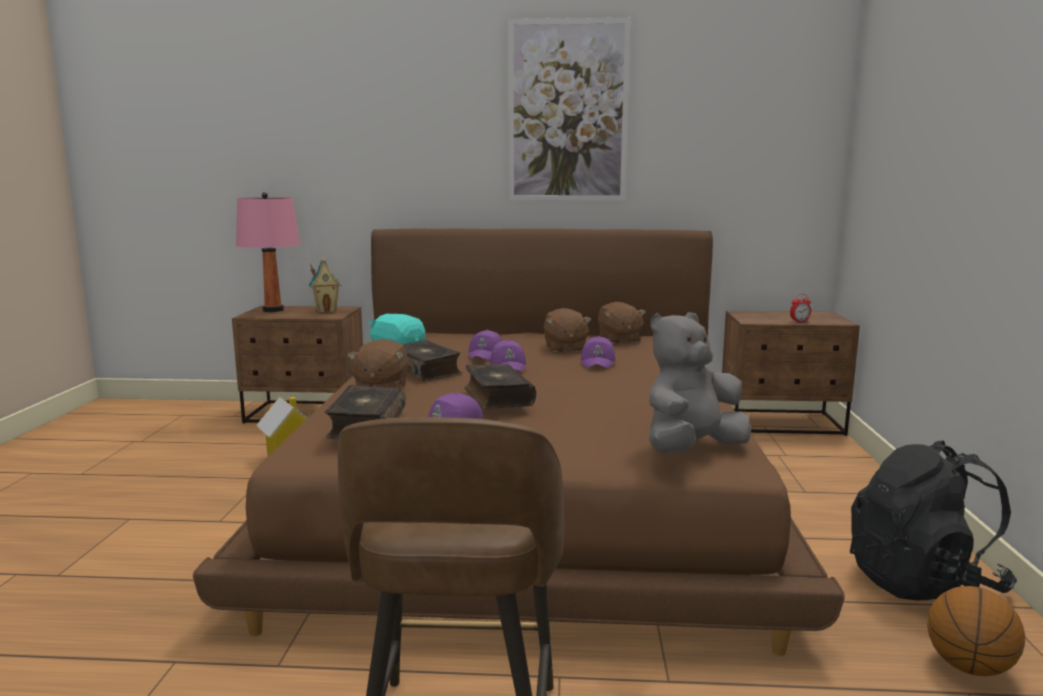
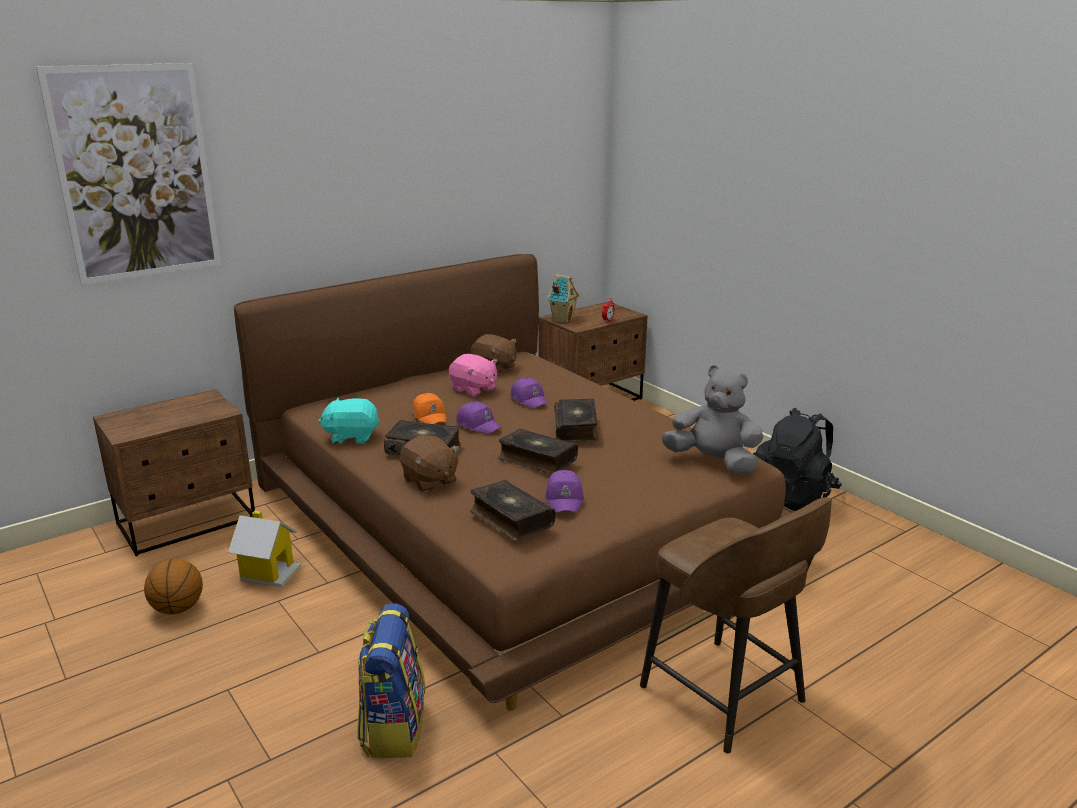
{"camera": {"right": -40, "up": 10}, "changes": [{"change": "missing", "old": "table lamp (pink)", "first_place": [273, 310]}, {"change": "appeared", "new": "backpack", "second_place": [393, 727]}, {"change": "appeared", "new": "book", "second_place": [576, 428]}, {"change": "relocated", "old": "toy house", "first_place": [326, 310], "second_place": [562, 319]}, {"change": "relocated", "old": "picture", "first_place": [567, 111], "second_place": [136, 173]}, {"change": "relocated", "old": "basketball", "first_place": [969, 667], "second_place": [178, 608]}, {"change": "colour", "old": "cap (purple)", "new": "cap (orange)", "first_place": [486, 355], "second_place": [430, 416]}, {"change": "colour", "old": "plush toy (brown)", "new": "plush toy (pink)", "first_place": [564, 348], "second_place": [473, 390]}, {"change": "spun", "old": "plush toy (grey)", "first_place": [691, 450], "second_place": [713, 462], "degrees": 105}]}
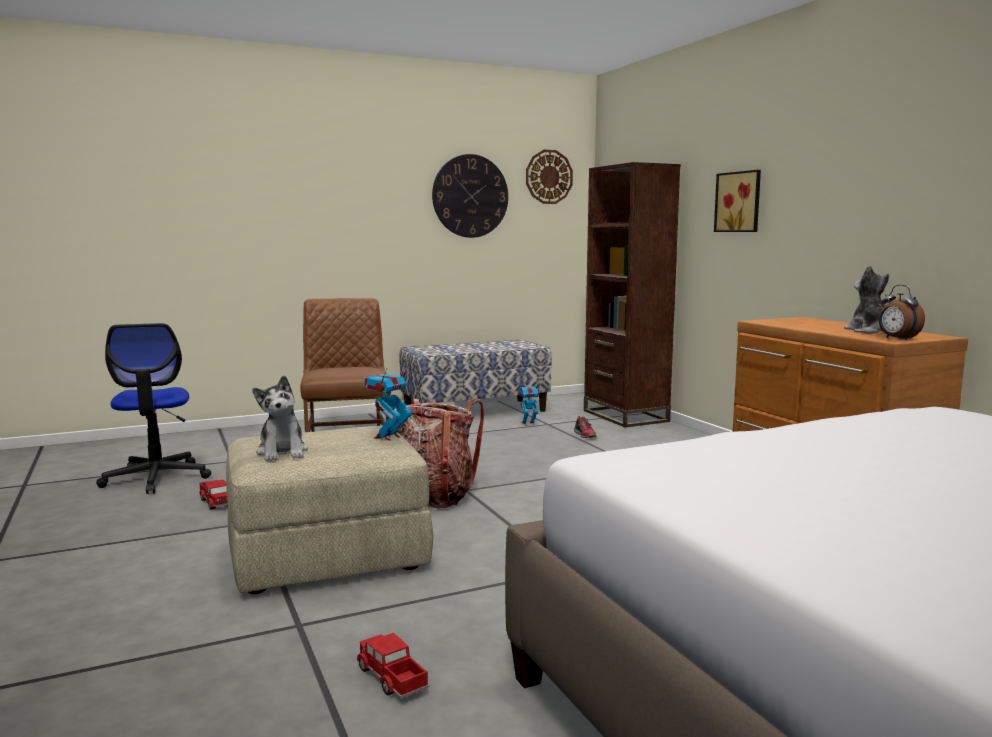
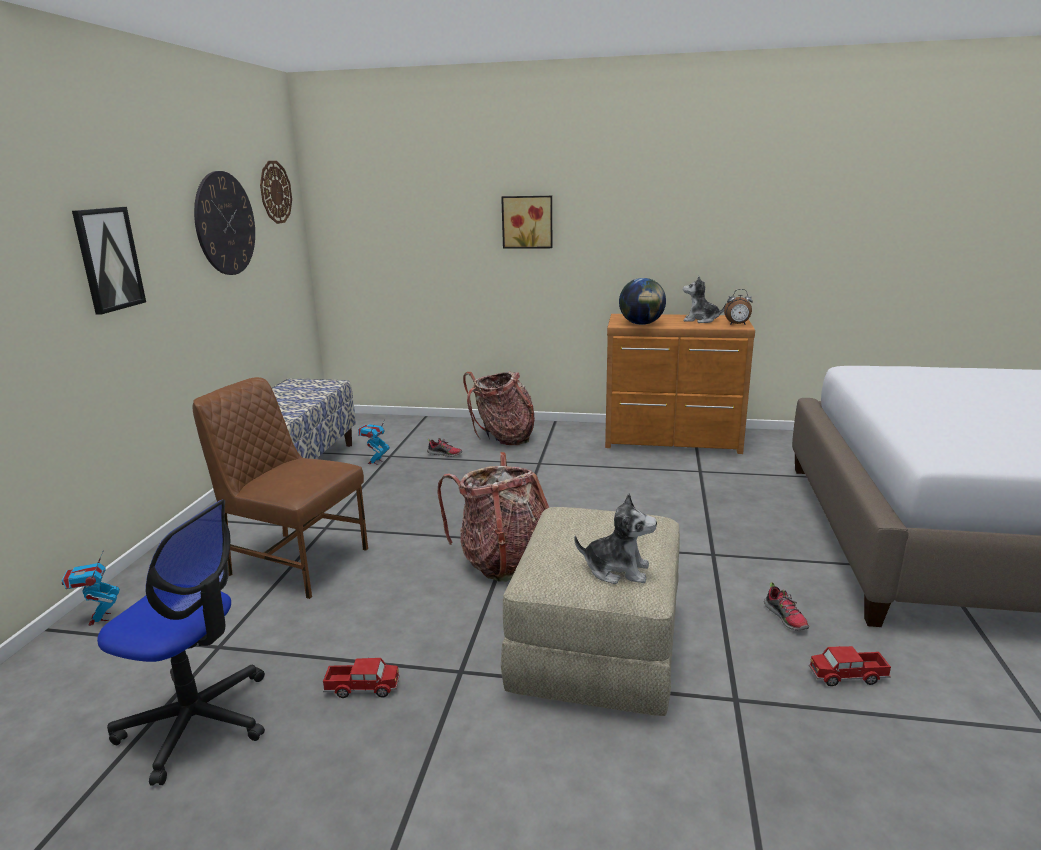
{"camera": {"right": -55, "up": 10}, "changes": [{"change": "missing", "old": "bookcase (brown)", "first_place": [625, 416]}, {"change": "appeared", "new": "picture", "second_place": [108, 259]}, {"change": "appeared", "new": "backpack", "second_place": [503, 438]}, {"change": "appeared", "new": "globe", "second_place": [641, 324]}, {"change": "appeared", "new": "shoe", "second_place": [786, 618]}, {"change": "relocated", "old": "toy robot", "first_place": [387, 437], "second_place": [99, 618]}]}
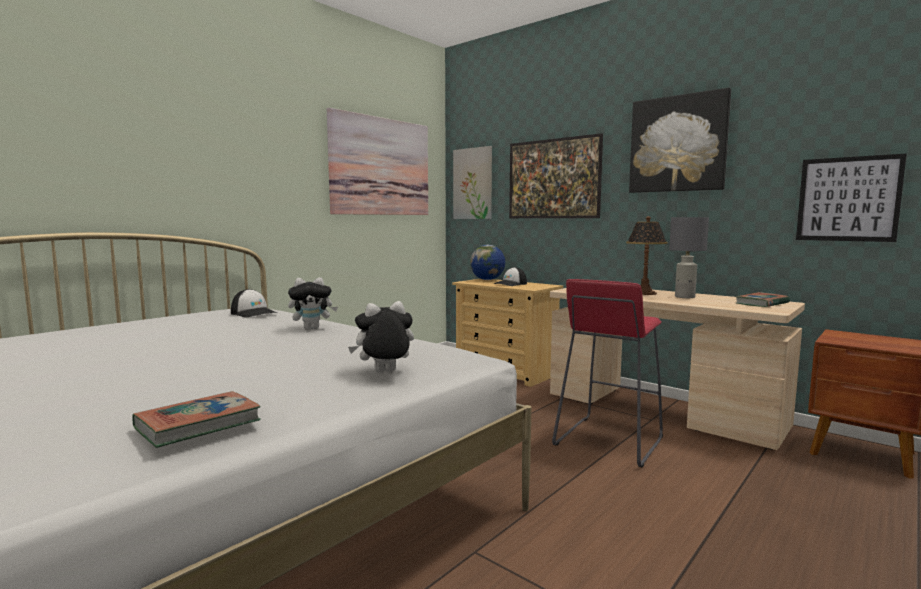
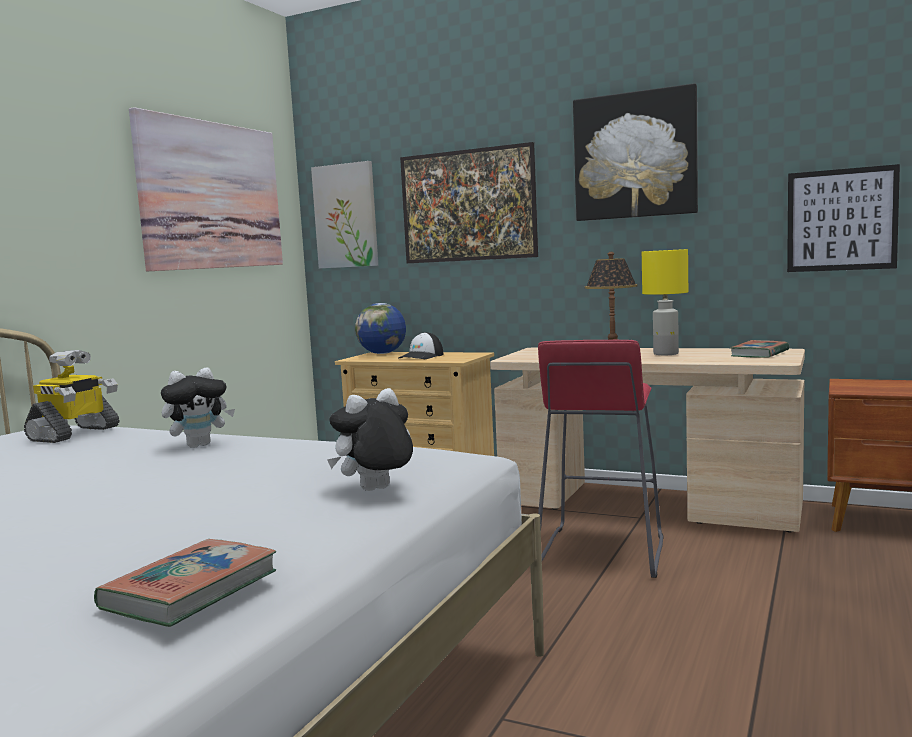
{"camera": {"right": -15, "up": 0}, "changes": [{"change": "exchanged", "old": "cap", "new": "toy robot", "first_place": [254, 313], "second_place": [75, 434]}, {"change": "colour", "old": "table lamp (grey)", "new": "table lamp (yellow)", "first_place": [685, 297], "second_place": [666, 354]}]}
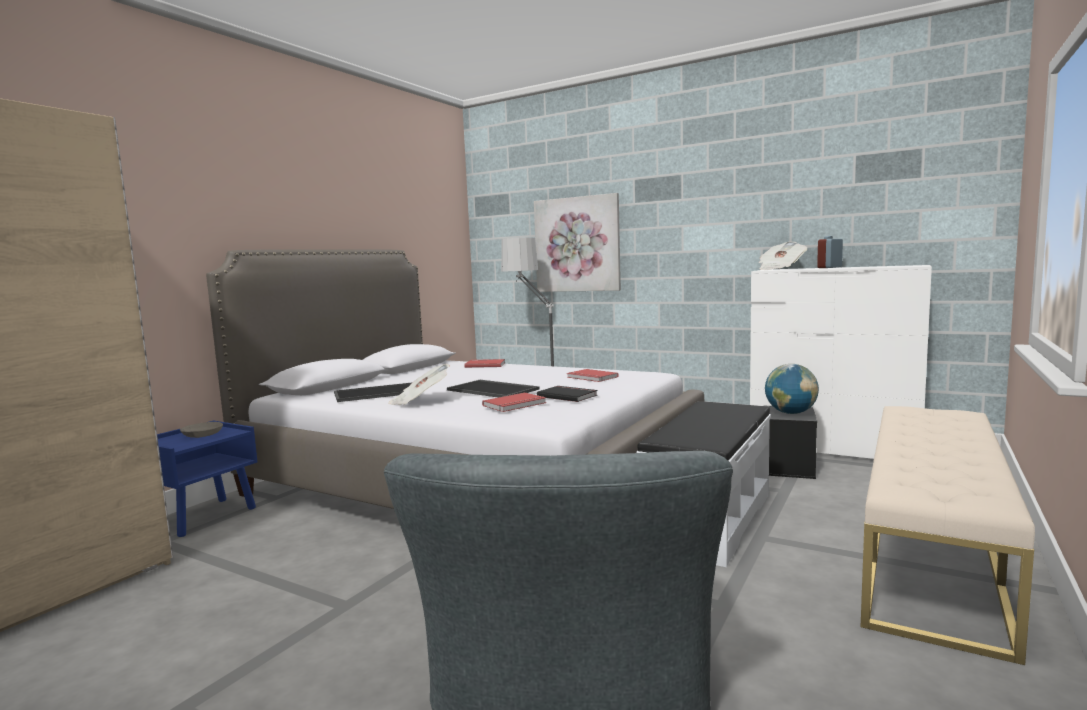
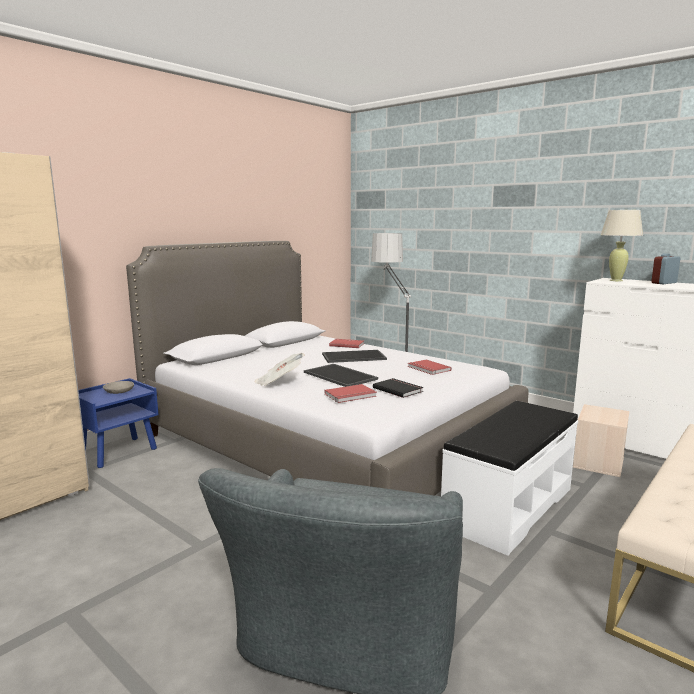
{"camera": {"right": 10, "up": 5}, "changes": [{"change": "missing", "old": "picture", "first_place": [577, 244]}, {"change": "missing", "old": "globe", "first_place": [790, 413]}, {"change": "relocated", "old": "tray", "first_place": [376, 393], "second_place": [353, 357]}, {"change": "exchanged", "old": "newspaper", "new": "table lamp (beige)", "first_place": [780, 269], "second_place": [616, 280]}, {"change": "colour", "old": "storage box (black)", "new": "storage box (beige)", "first_place": [787, 467], "second_place": [597, 461]}]}
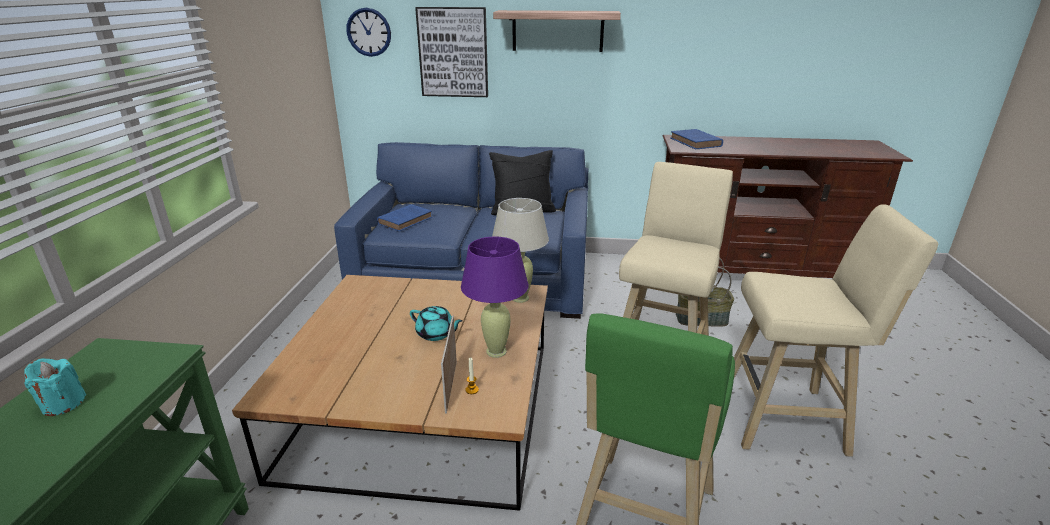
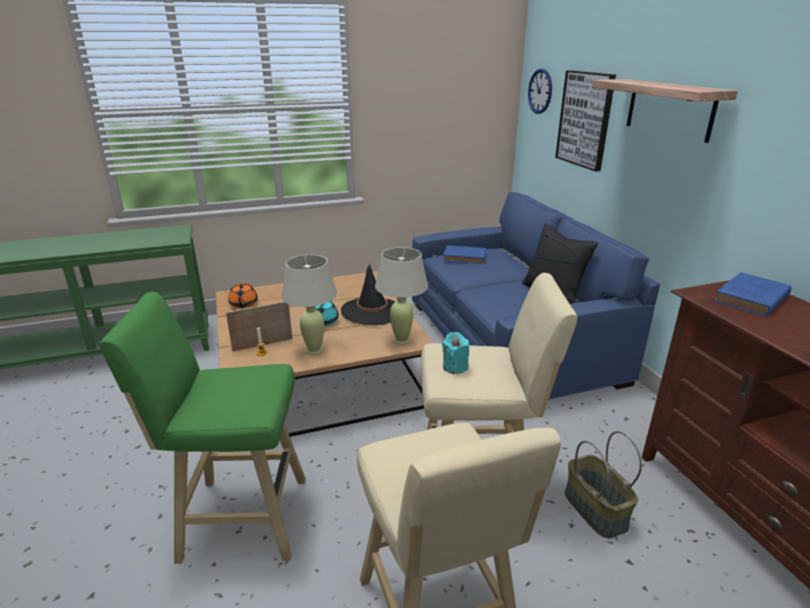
{"camera": {"right": 65, "up": 0}, "changes": [{"change": "appeared", "new": "teapot (orange)", "second_place": [243, 304]}, {"change": "appeared", "new": "hat (black)", "second_place": [372, 311]}, {"change": "relocated", "old": "candle (turquoise)", "first_place": [63, 404], "second_place": [455, 367]}, {"change": "colour", "old": "table lamp (purple)", "new": "table lamp (beige)", "first_place": [496, 351], "second_place": [314, 350]}]}
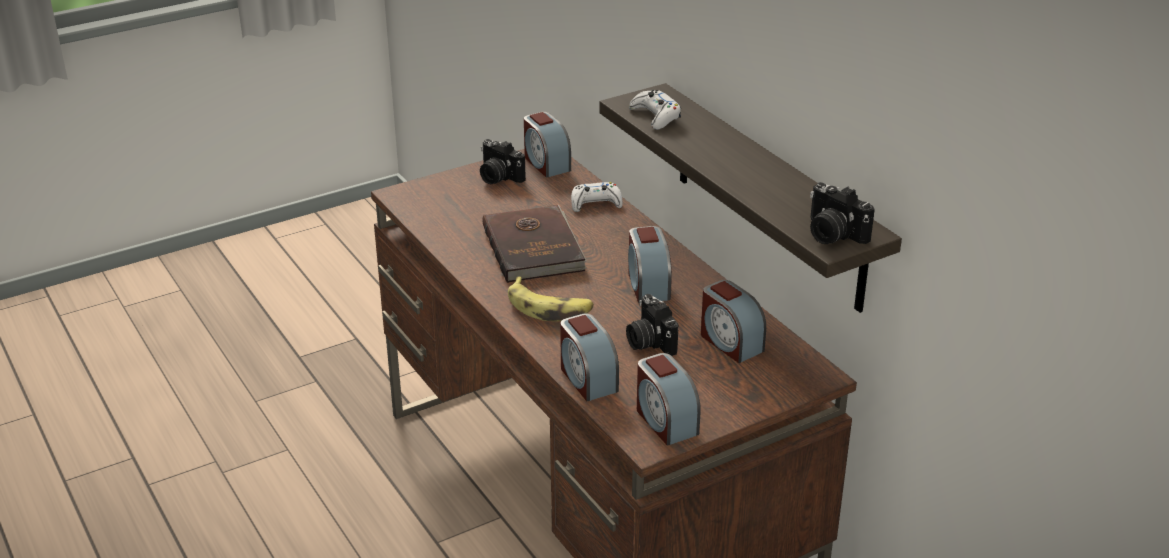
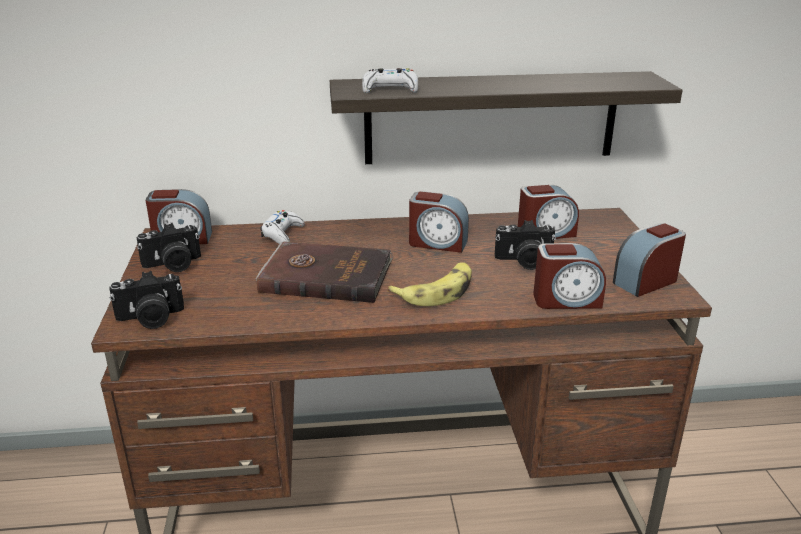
{"camera": {"right": -65, "up": -5}, "changes": [{"change": "relocated", "old": "photo camera", "first_place": [832, 234], "second_place": [150, 319]}, {"change": "spun", "old": "alarm clock", "first_place": [665, 421], "second_place": [645, 281], "degrees": 150}]}
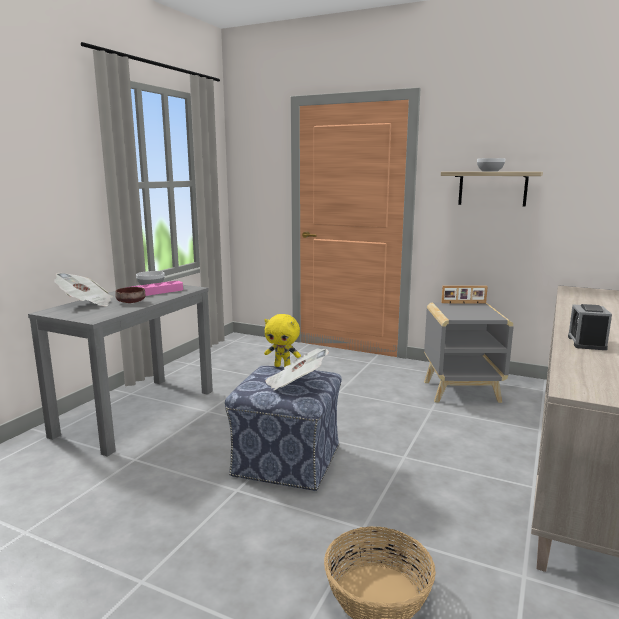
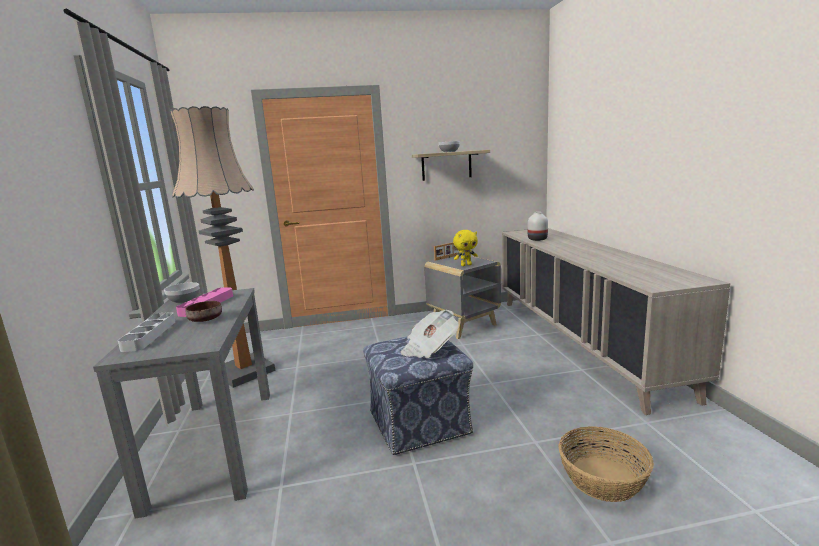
{"camera": {"right": -35, "up": 0}, "changes": [{"change": "missing", "old": "alarm clock", "first_place": [586, 343]}, {"change": "appeared", "new": "floor lamp", "second_place": [244, 372]}, {"change": "appeared", "new": "vase (white)", "second_place": [537, 239]}, {"change": "relocated", "old": "plush toy (yellow)", "first_place": [283, 366], "second_place": [466, 265]}, {"change": "exchanged", "old": "newspaper", "new": "tray (grey)", "first_place": [86, 303], "second_place": [149, 335]}]}
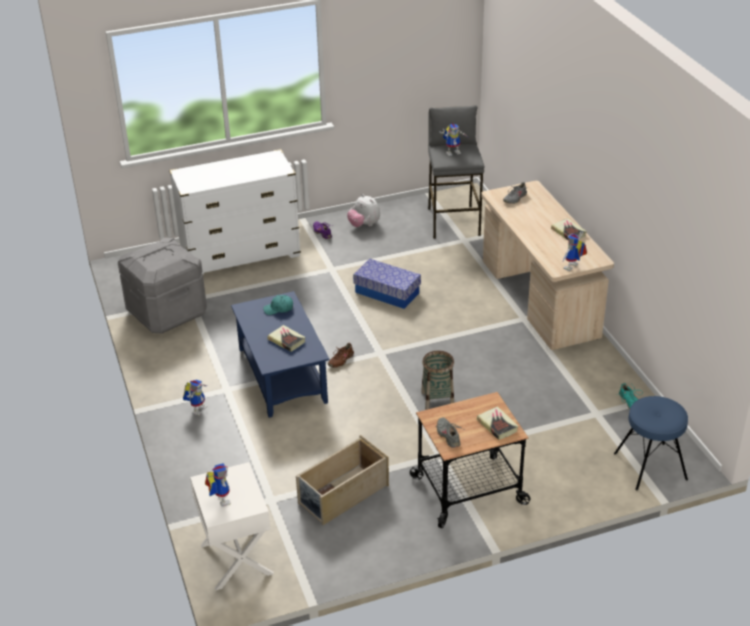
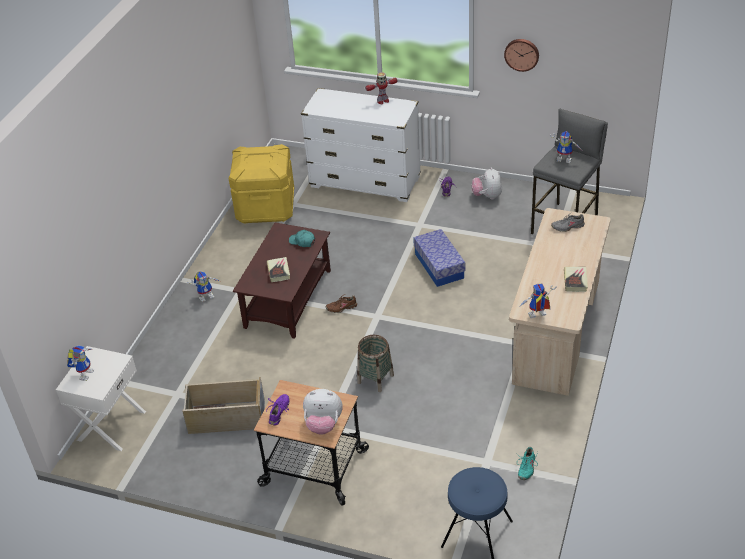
{"camera": {"right": 40, "up": 5}, "changes": [{"change": "appeared", "new": "toy robot", "second_place": [382, 101]}, {"change": "appeared", "new": "wall clock", "second_place": [522, 54]}, {"change": "exchanged", "old": "book", "new": "plush toy", "first_place": [497, 425], "second_place": [323, 424]}, {"change": "colour", "old": "storage box (grey)", "new": "storage box (yellow)", "first_place": [166, 313], "second_place": [265, 208]}, {"change": "colour", "old": "coffee table (blue)", "new": "coffee table (brown)", "first_place": [283, 376], "second_place": [288, 299]}, {"change": "colour", "old": "shoe (grey)", "new": "shoe (purple)", "first_place": [448, 435], "second_place": [279, 412]}]}
